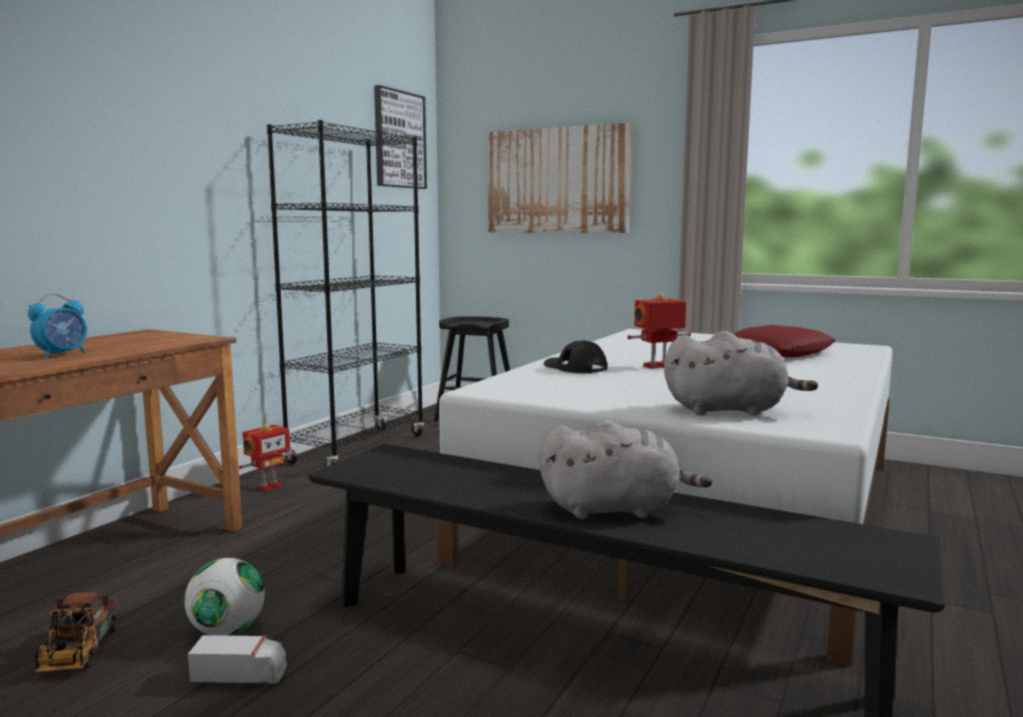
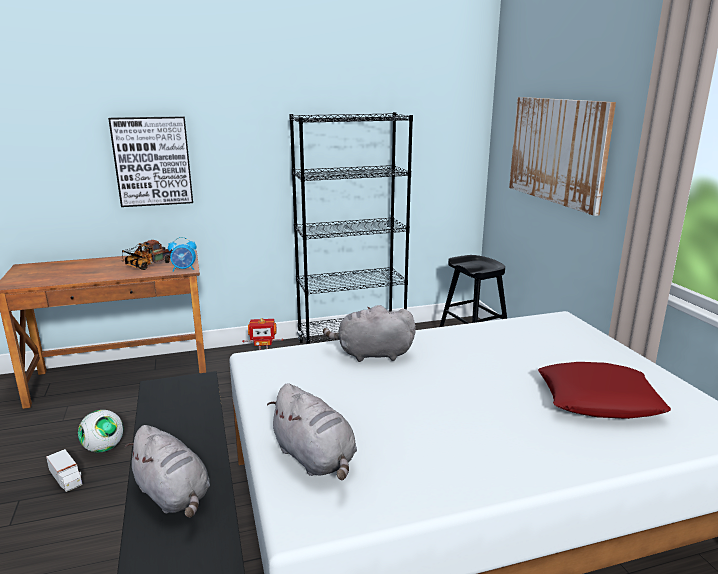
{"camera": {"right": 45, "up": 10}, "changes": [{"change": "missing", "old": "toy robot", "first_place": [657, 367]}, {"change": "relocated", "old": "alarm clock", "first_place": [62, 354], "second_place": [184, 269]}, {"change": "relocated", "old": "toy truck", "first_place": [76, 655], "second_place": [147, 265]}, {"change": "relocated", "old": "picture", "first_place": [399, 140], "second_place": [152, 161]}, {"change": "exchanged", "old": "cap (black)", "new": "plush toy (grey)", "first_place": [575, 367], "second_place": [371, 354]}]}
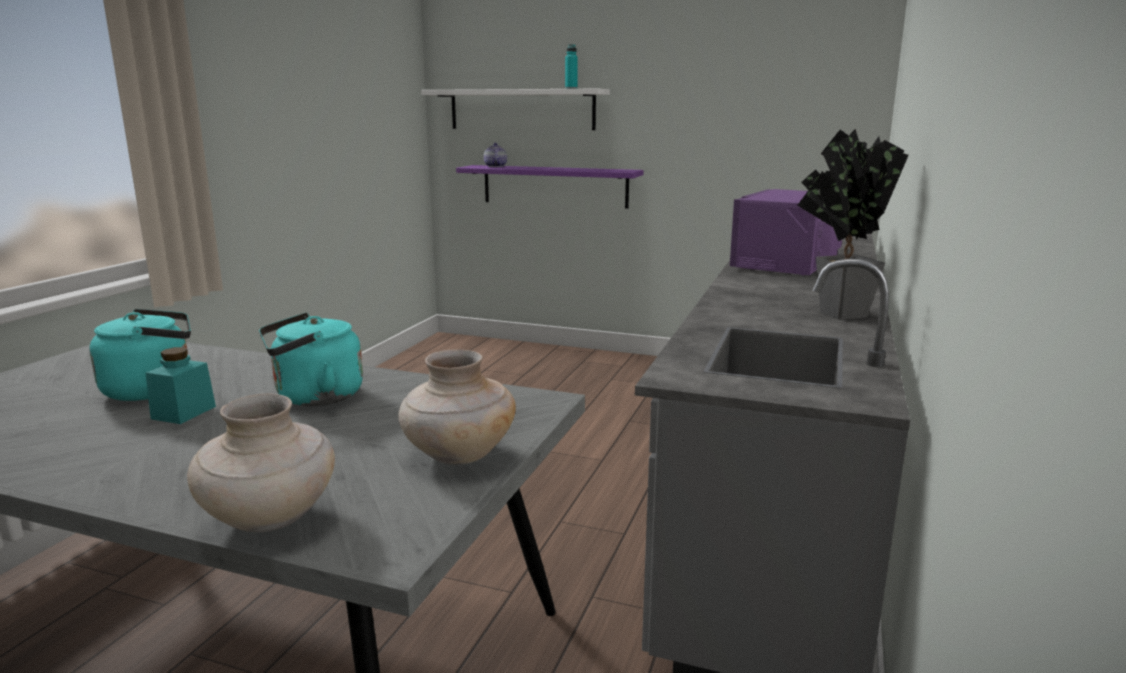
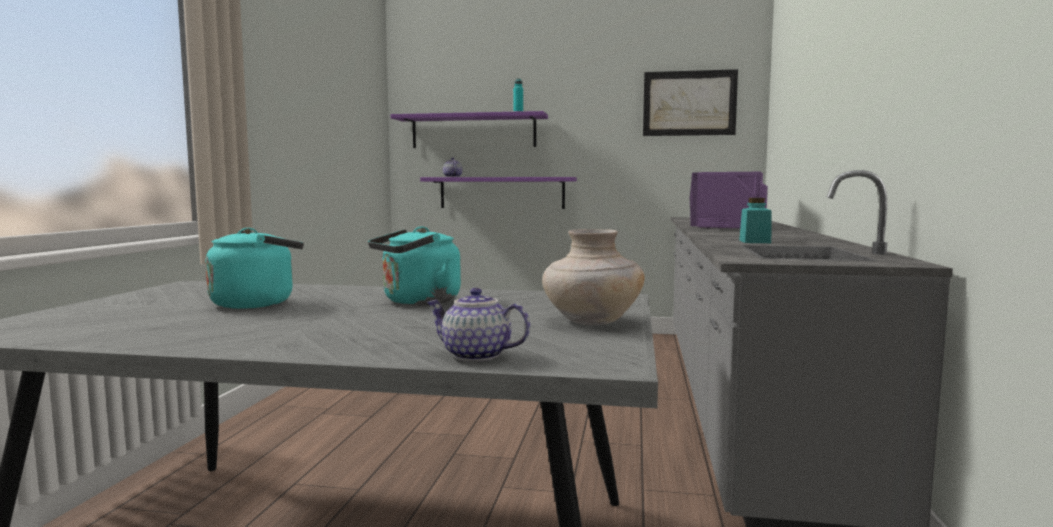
{"camera": {"right": -10, "up": -10}, "changes": [{"change": "missing", "old": "potted plant", "first_place": [835, 313]}, {"change": "appeared", "new": "picture", "second_place": [689, 103]}, {"change": "relocated", "old": "jar (turquoise)", "first_place": [184, 412], "second_place": [754, 241]}, {"change": "exchanged", "old": "vase (beige)", "new": "teapot", "first_place": [269, 519], "second_place": [475, 355]}, {"change": "colour", "old": "shelf (white)", "new": "shelf (purple)", "first_place": [521, 109], "second_place": [473, 131]}]}
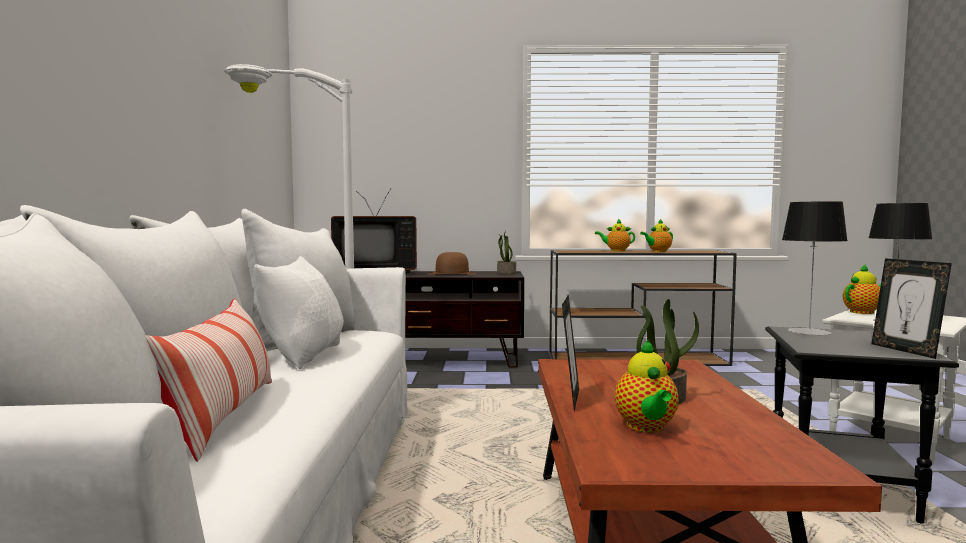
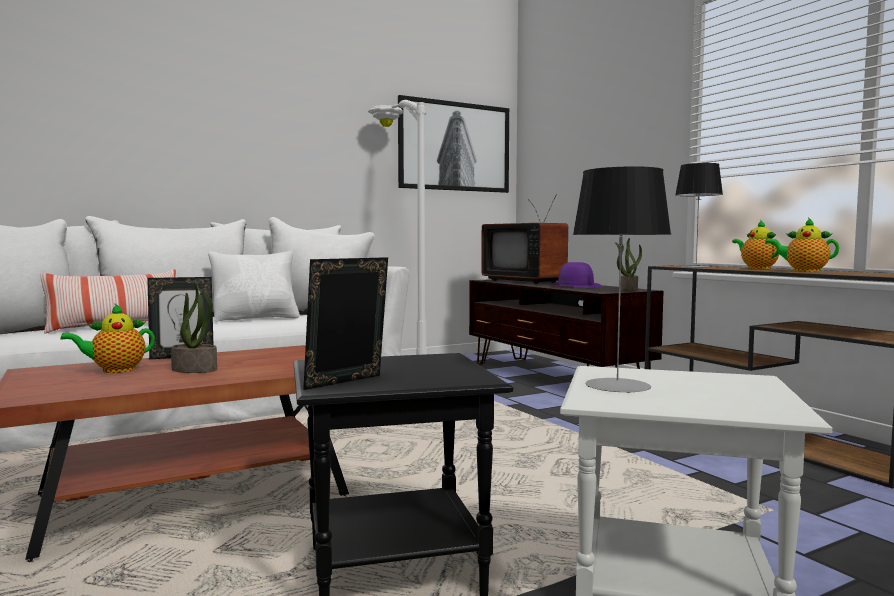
{"camera": {"right": 60, "up": 0}, "changes": [{"change": "missing", "old": "teapot", "first_place": [863, 312]}, {"change": "appeared", "new": "picture", "second_place": [455, 146]}, {"change": "relocated", "old": "table lamp", "first_place": [809, 332], "second_place": [696, 267]}, {"change": "colour", "old": "hat (brown)", "new": "hat (purple)", "first_place": [452, 273], "second_place": [576, 286]}]}
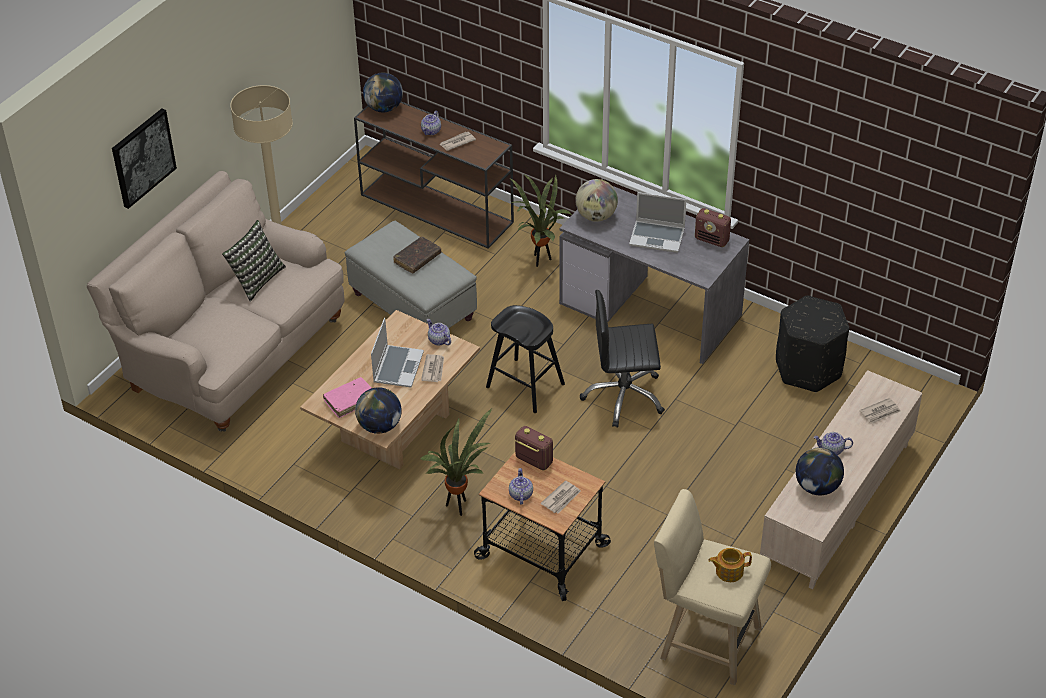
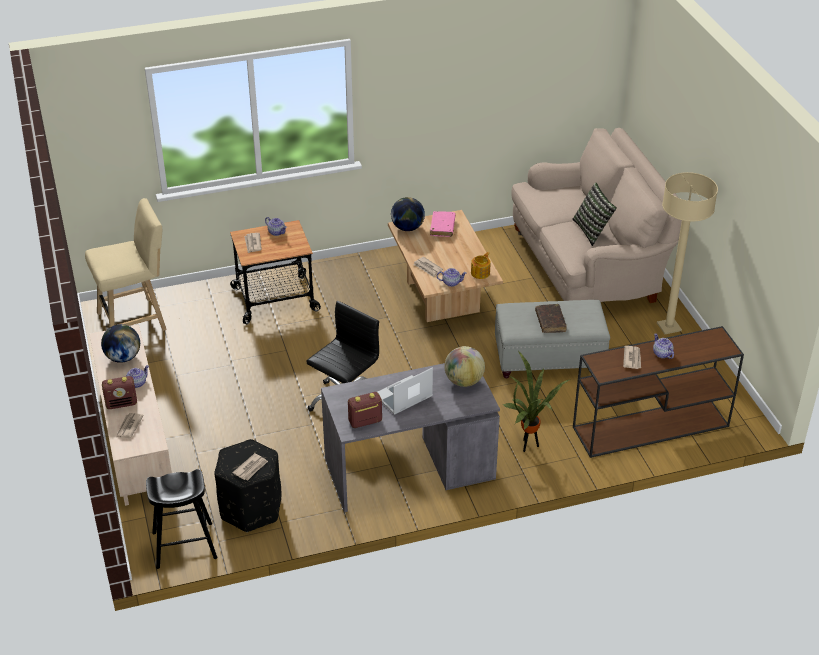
{"camera": {"right": 130, "up": -5}, "changes": [{"change": "missing", "old": "picture", "first_place": [142, 157]}, {"change": "missing", "old": "globe", "first_place": [384, 108]}, {"change": "missing", "old": "laptop", "first_place": [397, 367]}, {"change": "missing", "old": "potted plant", "first_place": [459, 506]}, {"change": "appeared", "new": "newspaper", "second_place": [251, 468]}, {"change": "relocated", "old": "stool (black)", "first_place": [525, 385], "second_place": [184, 545]}, {"change": "relocated", "old": "radio", "first_place": [533, 460], "second_place": [122, 403]}, {"change": "relocated", "old": "teapot", "first_place": [728, 571], "second_place": [480, 273]}]}
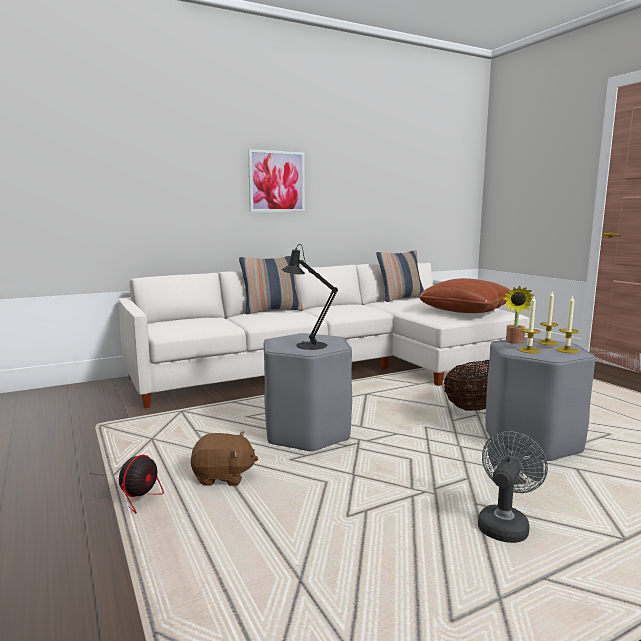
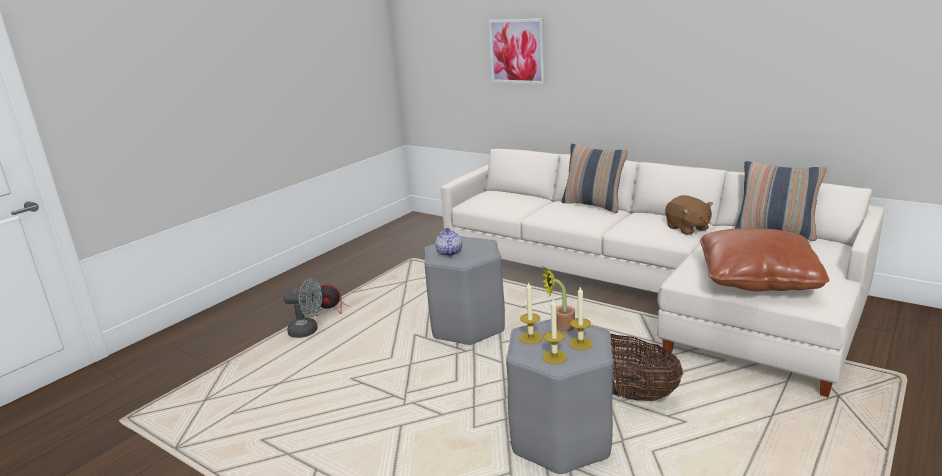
{"camera": {"right": 65, "up": 10}, "changes": [{"change": "relocated", "old": "plush toy (brown)", "first_place": [223, 477], "second_place": [687, 228]}, {"change": "relocated", "old": "picture", "first_place": [276, 181], "second_place": [517, 51]}, {"change": "relocated", "old": "fan (grey)", "first_place": [505, 524], "second_place": [308, 331]}, {"change": "exchanged", "old": "table lamp (black)", "new": "teapot", "first_place": [307, 345], "second_place": [449, 253]}]}
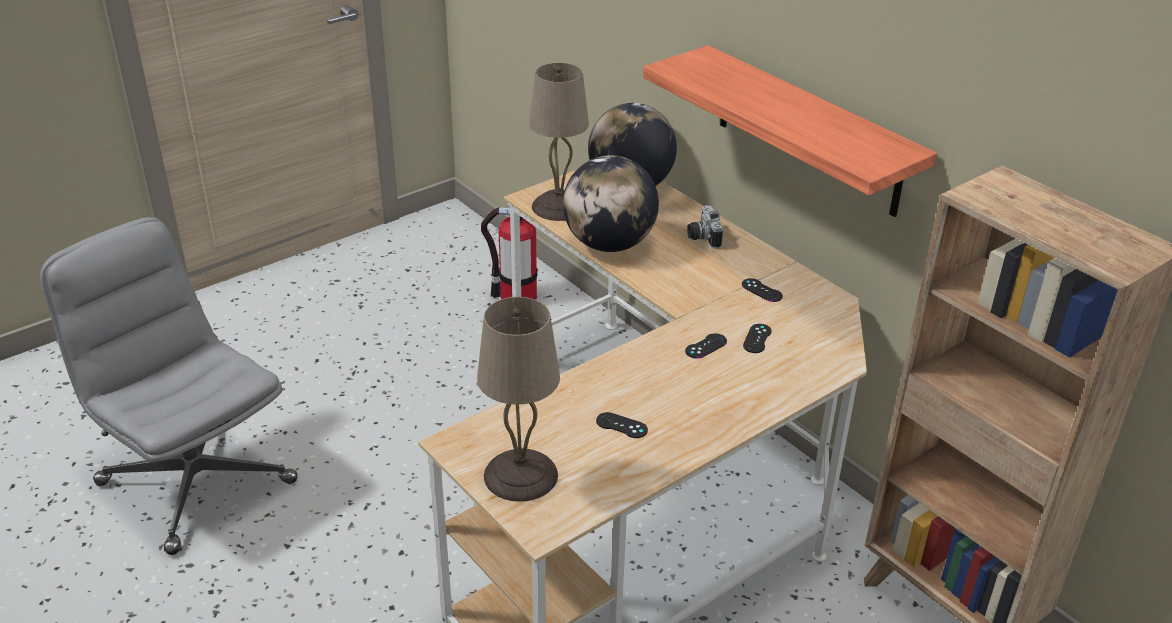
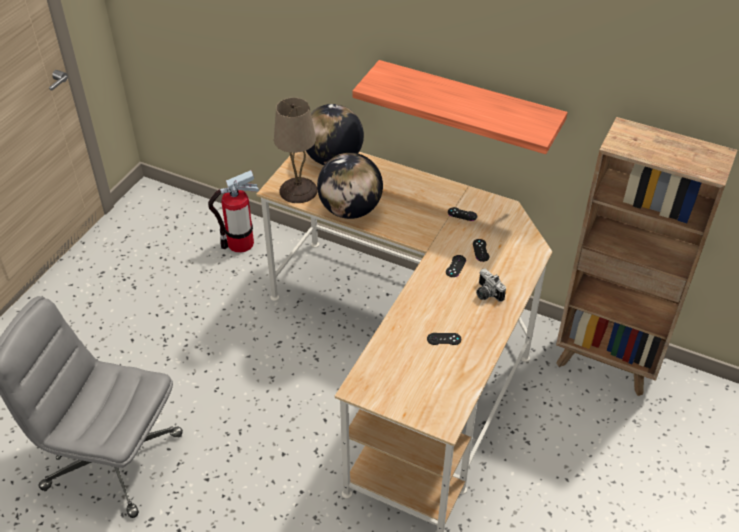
{"camera": {"right": -25, "up": 10}, "changes": [{"change": "missing", "old": "table lamp (beige)", "first_place": [519, 476]}, {"change": "relocated", "old": "photo camera", "first_place": [702, 237], "second_place": [486, 294]}]}
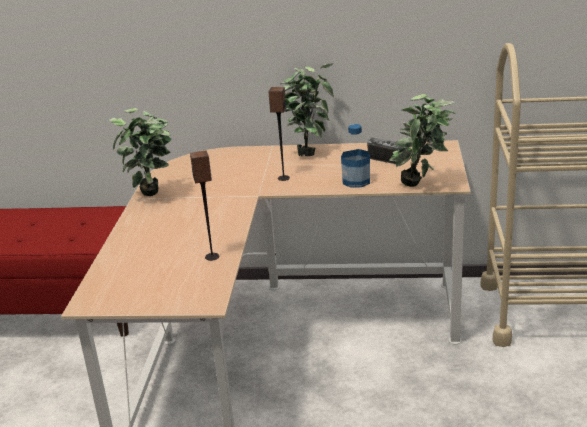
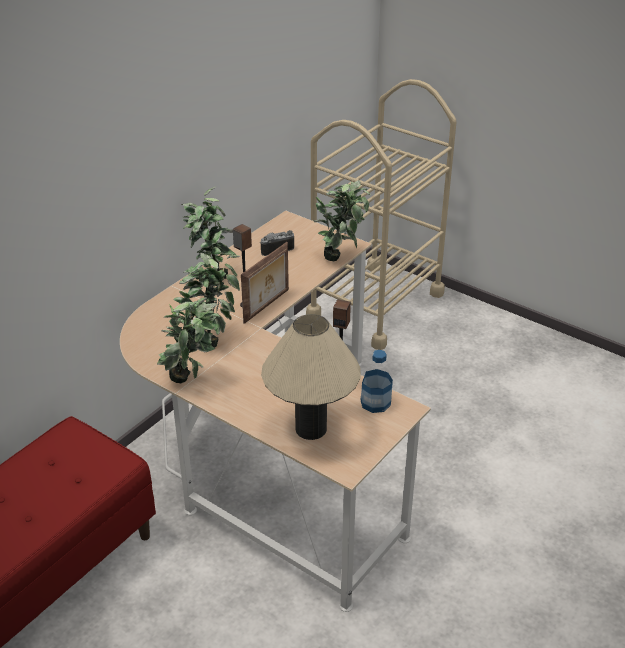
{"camera": {"right": -60, "up": 10}, "changes": [{"change": "appeared", "new": "potted plant", "second_place": [212, 339]}, {"change": "appeared", "new": "picture frame", "second_place": [267, 306]}, {"change": "appeared", "new": "table lamp (beige)", "second_place": [311, 428]}, {"change": "relocated", "old": "bottle", "first_place": [356, 181], "second_place": [375, 402]}]}
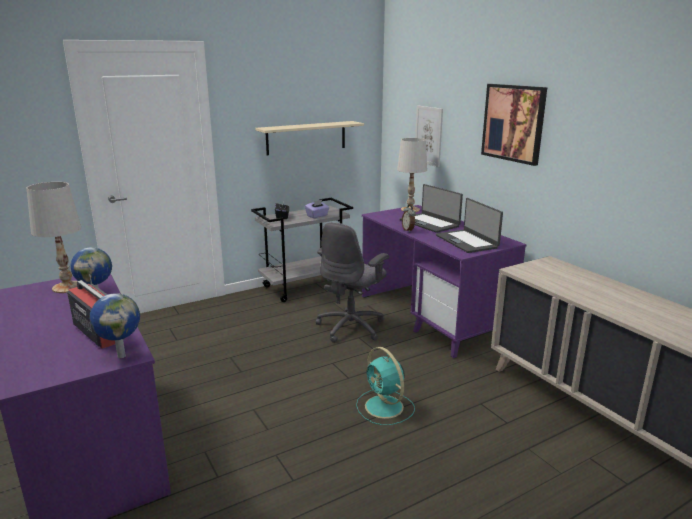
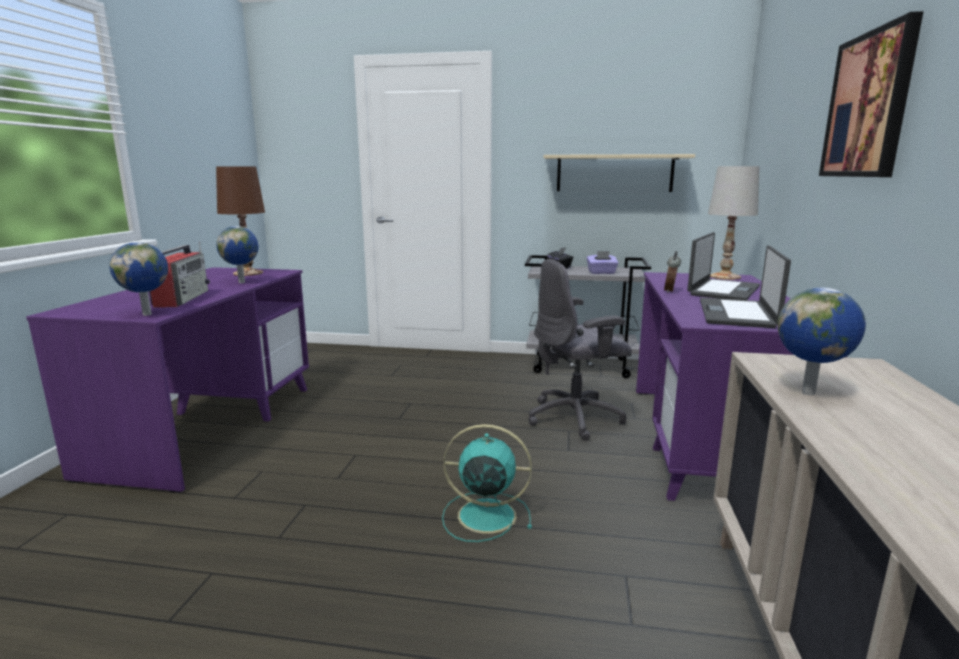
{"camera": {"right": 40, "up": -5}, "changes": [{"change": "missing", "old": "picture", "first_place": [428, 135]}, {"change": "appeared", "new": "globe", "second_place": [810, 393]}, {"change": "colour", "old": "table lamp (white)", "new": "table lamp (brown)", "first_place": [68, 287], "second_place": [248, 273]}, {"change": "spun", "old": "fan (turquoise)", "first_place": [385, 407], "second_place": [484, 515], "degrees": 90}, {"change": "spun", "old": "laptop", "first_place": [430, 223], "second_place": [722, 290], "degrees": -150}]}
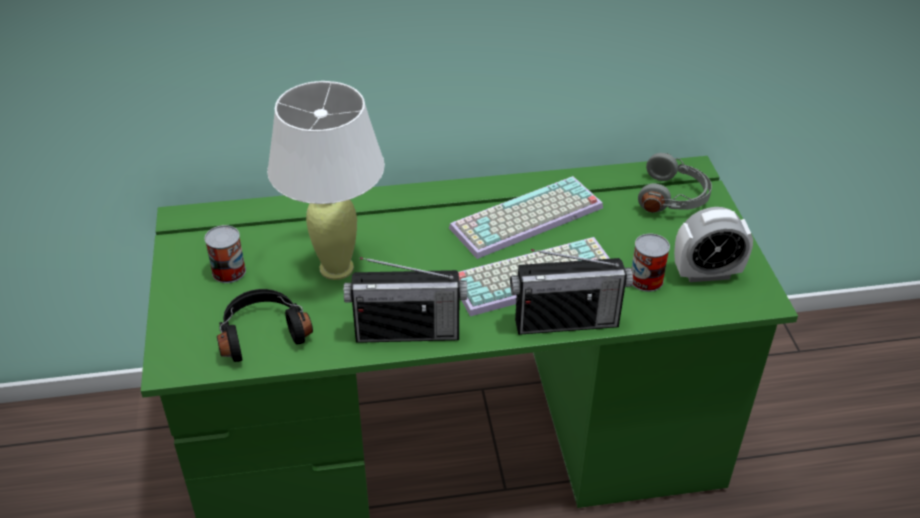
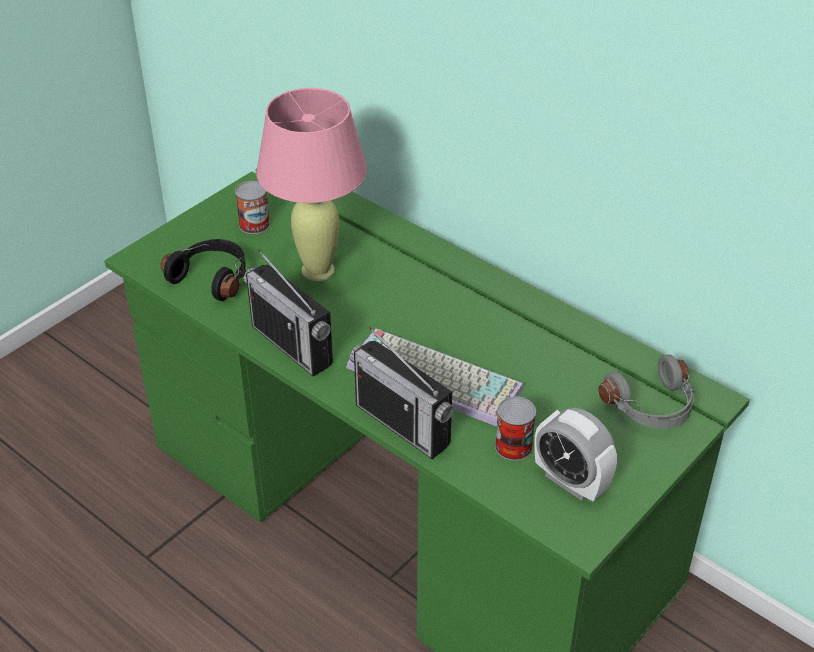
{"camera": {"right": 50, "up": 0}, "changes": [{"change": "missing", "old": "keyboard", "first_place": [526, 220]}, {"change": "colour", "old": "table lamp (white)", "new": "table lamp (pink)", "first_place": [336, 268], "second_place": [318, 270]}]}
